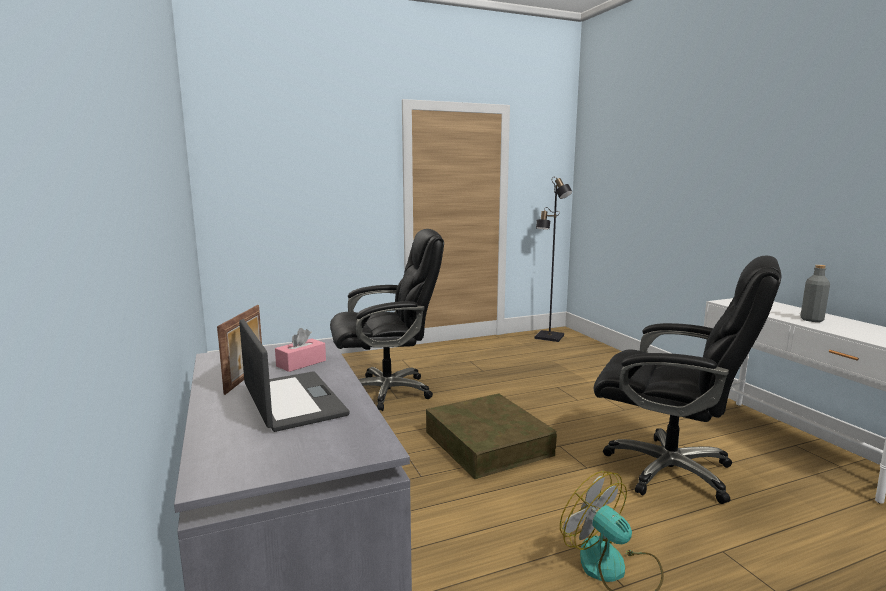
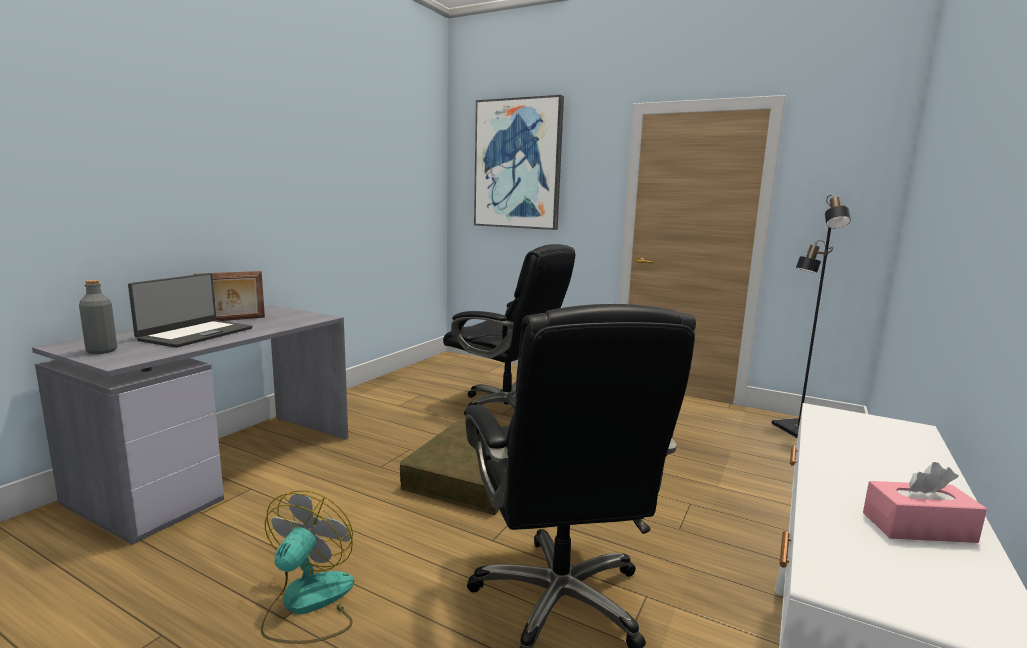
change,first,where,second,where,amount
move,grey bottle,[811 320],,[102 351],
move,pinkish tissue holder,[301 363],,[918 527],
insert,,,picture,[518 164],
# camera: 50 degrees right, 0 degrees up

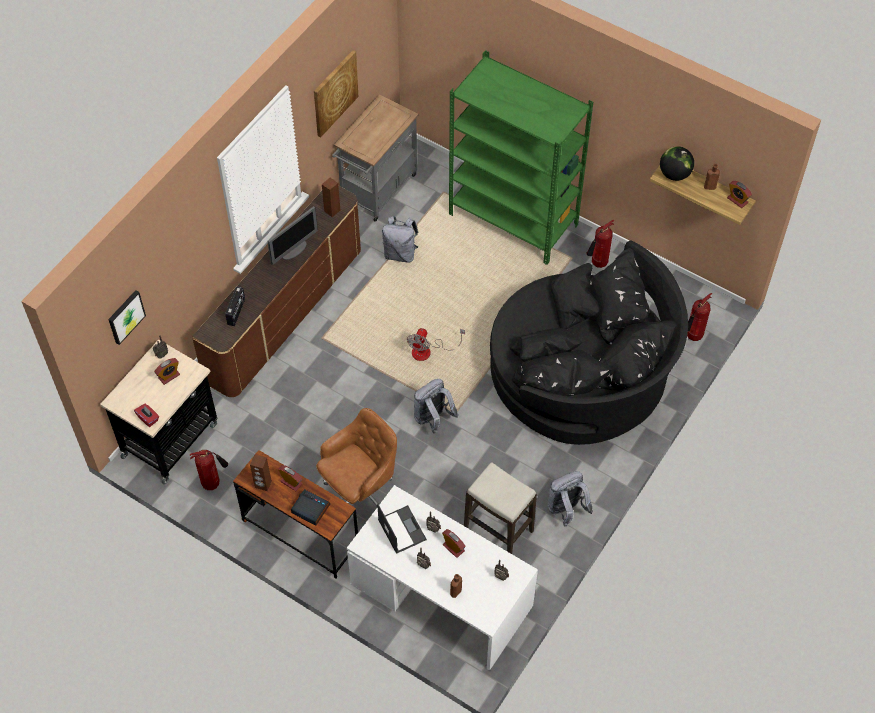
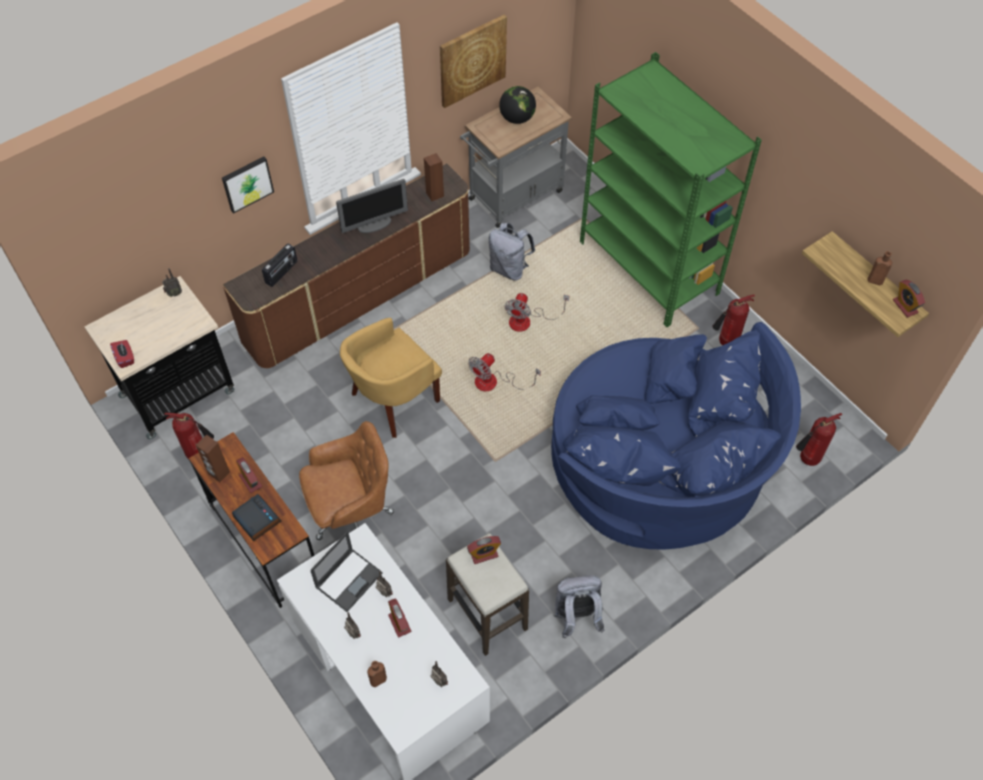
change,first,where,second,where,amount
move,desk globe,[674 174],,[517 118],
recolor,blackish couch,[582 369],blue couch,[661 457],
move,picture,[125 316],,[247 183],
move,alarm clock,[169 376],,[484 554],
delete,grey knapsack,[433 419],,,
rotate,notebook computer,[401 529],,[349 579],45 degrees clockwise
insert,,,fan,[527 321],
insert,,,yellowish easy chair,[393 400],
# camera: 20 degrees right, 0 degrees up

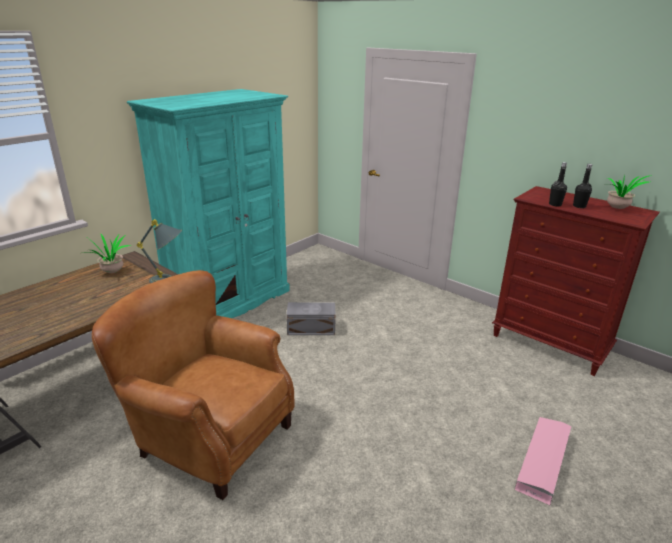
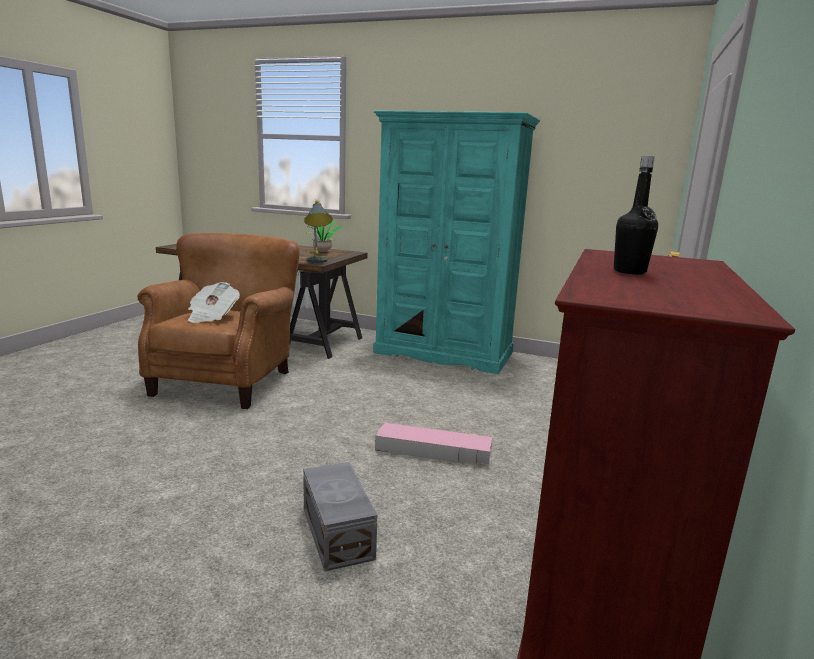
change,first,where,second,where,amount
delete,blackish bottle,[555 204],,,
delete,plant in a pot,[618 209],,,
move,grey storage box,[312 329],,[336 534],
move,pinkish storage box,[543 462],,[434 450],
insert,,,printed paper,[212 316],
# camera: 70 degrees right, 10 degrees down

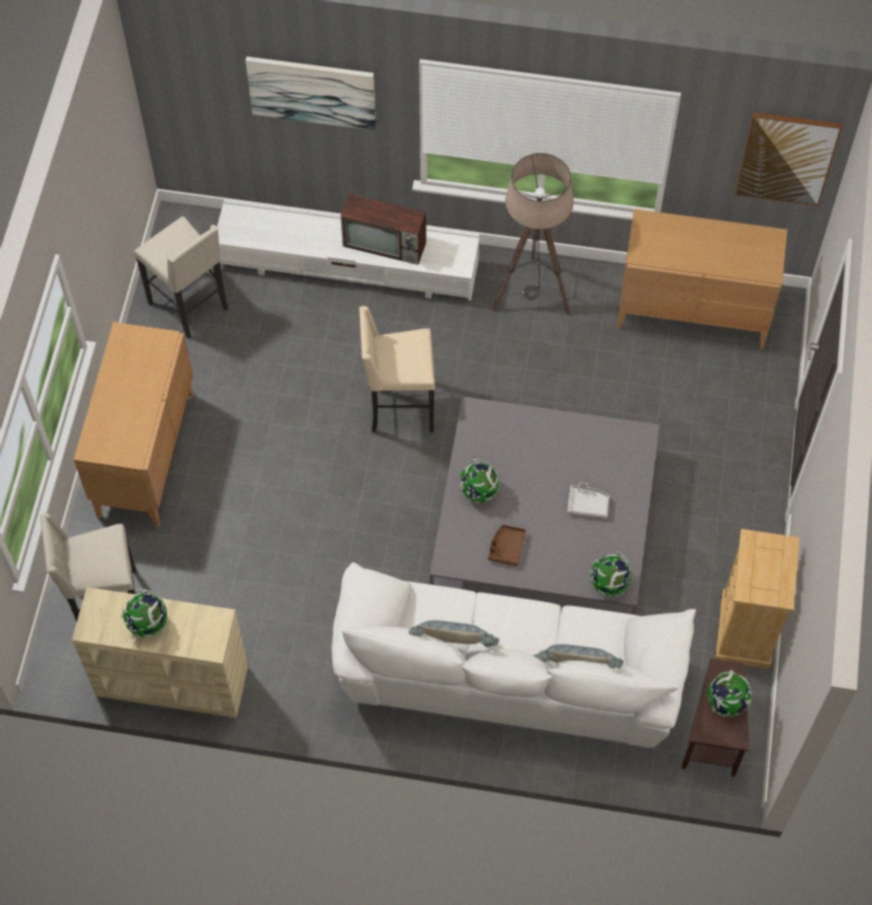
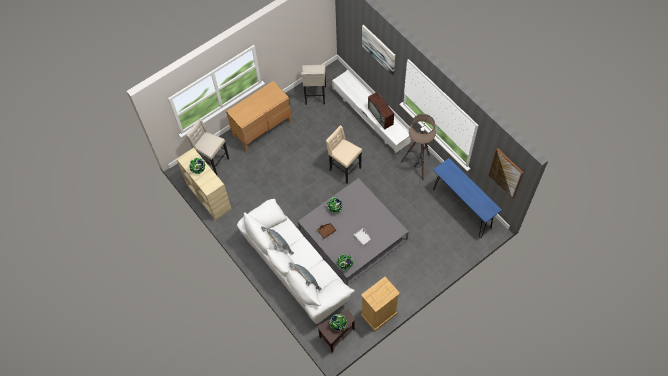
change,first,where,second,where,amount
replace,brownish cabinet,[693 314],blue console table,[461 209],
# camera: 45 degrees right, 0 degrees up

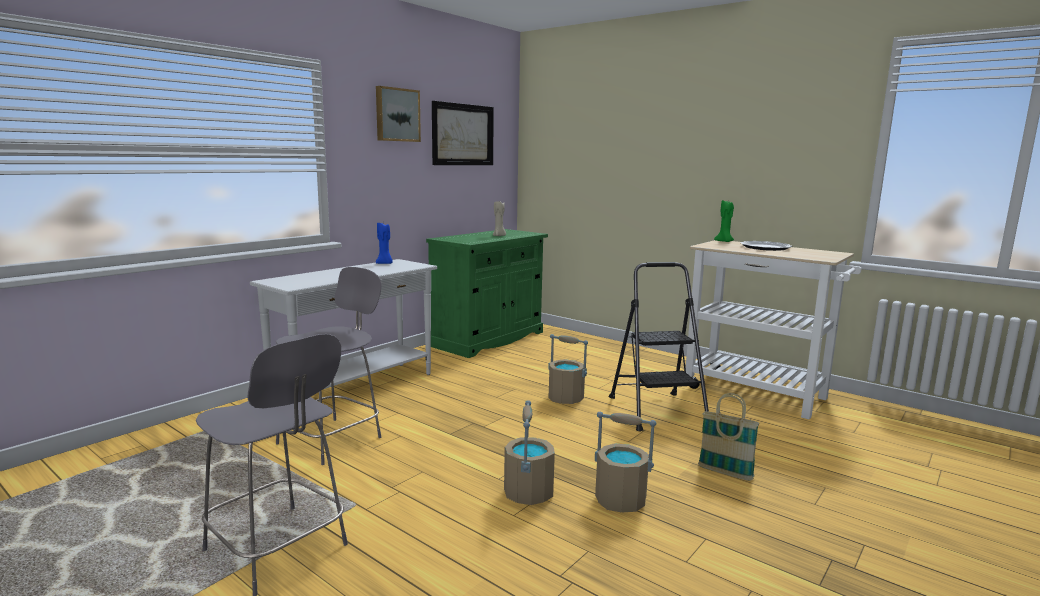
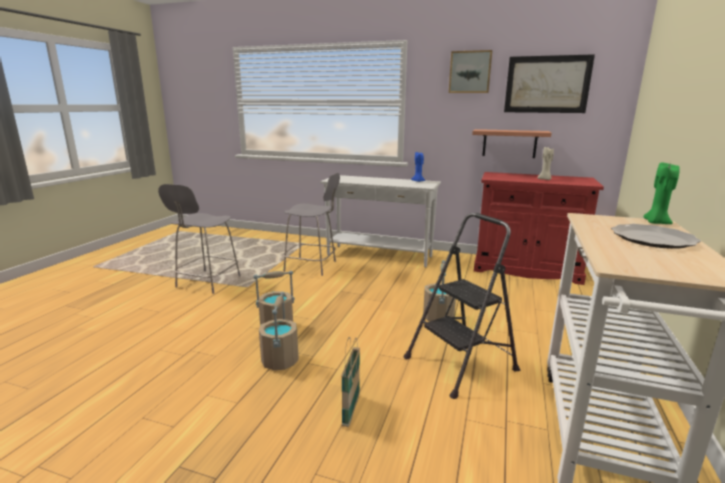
change,first,where,second,where,amount
recolor,green-coloured cabinet,[488 339],red-coloured cabinet,[526 269],
insert,,,bracket shelf,[509 143],
# camera: 70 degrees right, 5 degrees up

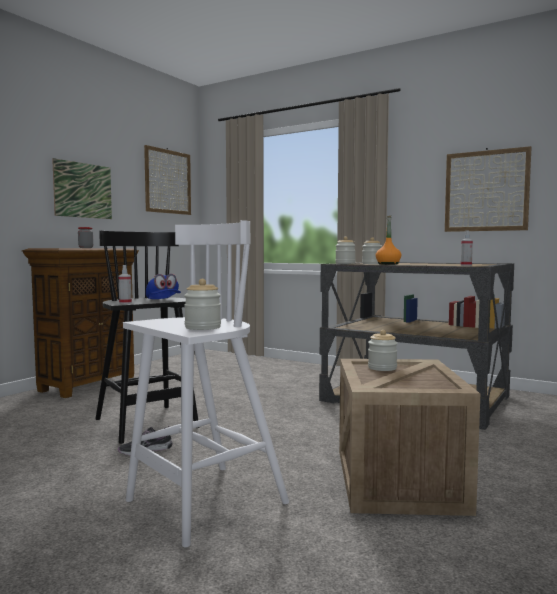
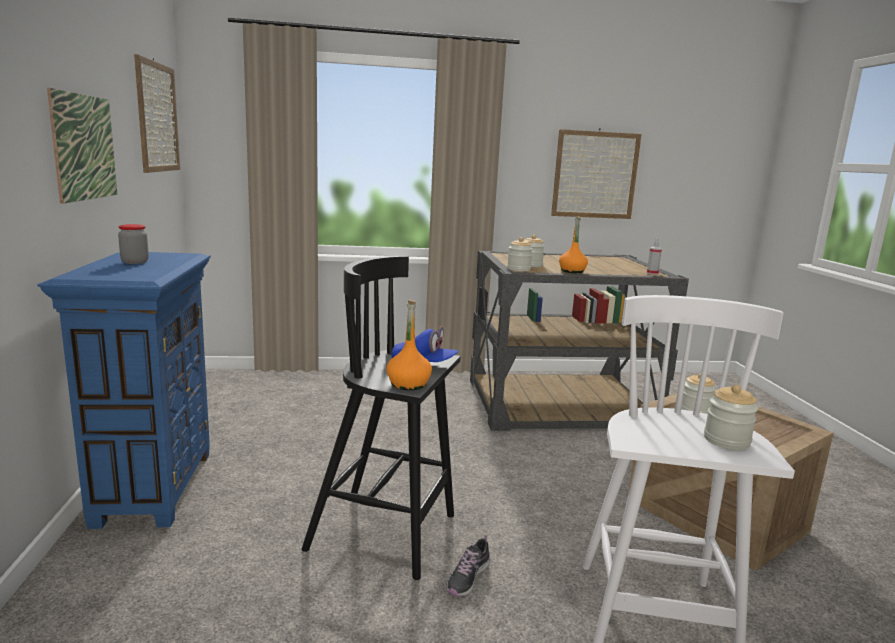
change,first,where,second,where,amount
recolor,brownish cabinet,[87 385],blue cabinet,[153 487],
replace,sprayer,[125 303],orange-coloured bottle,[408 384],
# camera: 40 degrees left, 10 degrees up

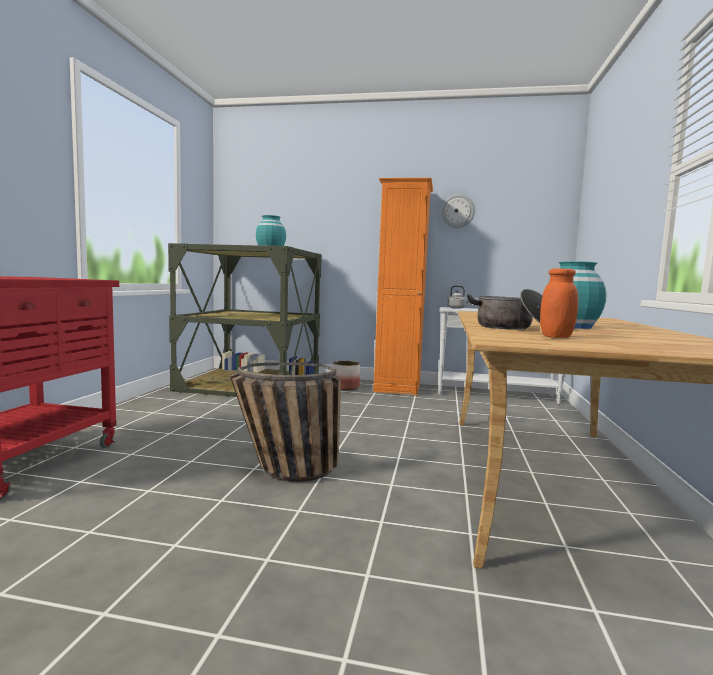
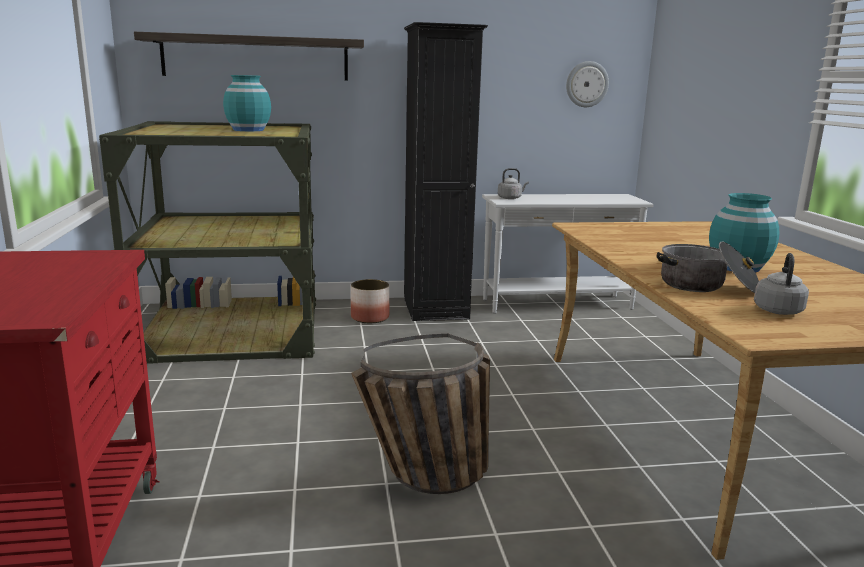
change,first,where,second,where,amount
recolor,orange-coloured cabinet,[398 388],blackish cabinet,[436 309],
move,hanging clock,[457 211],,[586 84],
replace,orange-coloured storage jar,[556 337],grey tea kettle,[778 310],
insert,,,bracket shelf,[256 58],
# camera: 20 degrees left, 10 degrees up

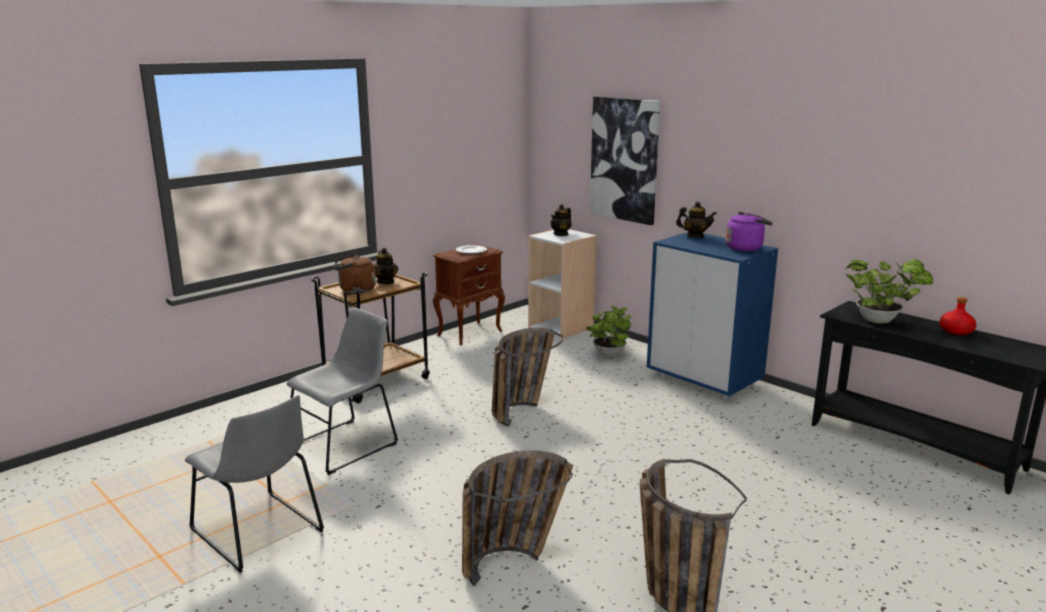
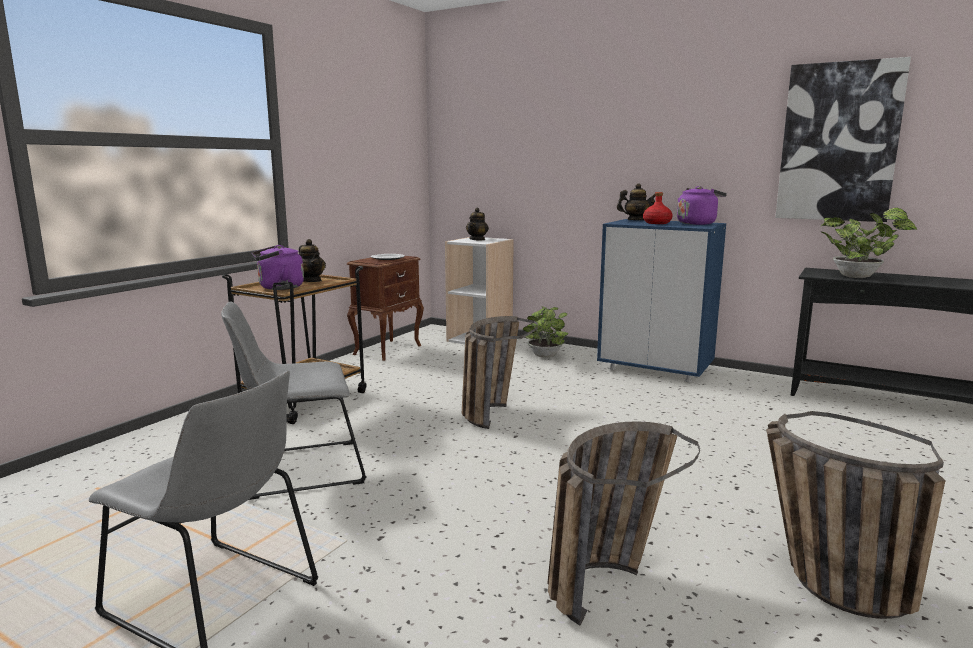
change,first,where,second,where,amount
move,picture,[624 159],,[838 142],
recolor,brownish tea kettle,[355 290],purple-coloured tea kettle,[278 288],
move,red-coloured bottle,[955 331],,[656 223],
rotate,grey plain chair,[345 444],,[297 469],135 degrees counterclockwise
# camera: 15 degrees left, 5 degrees down

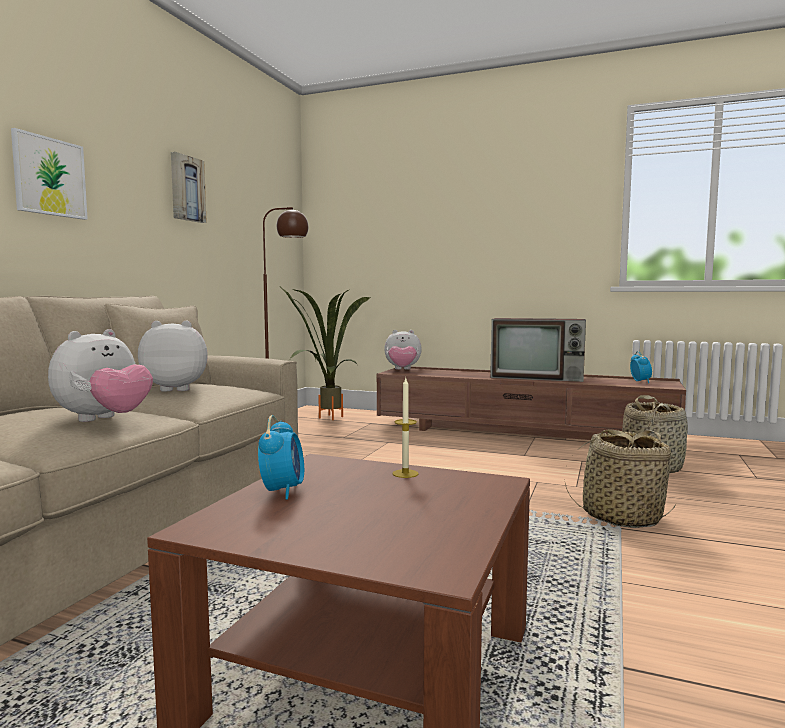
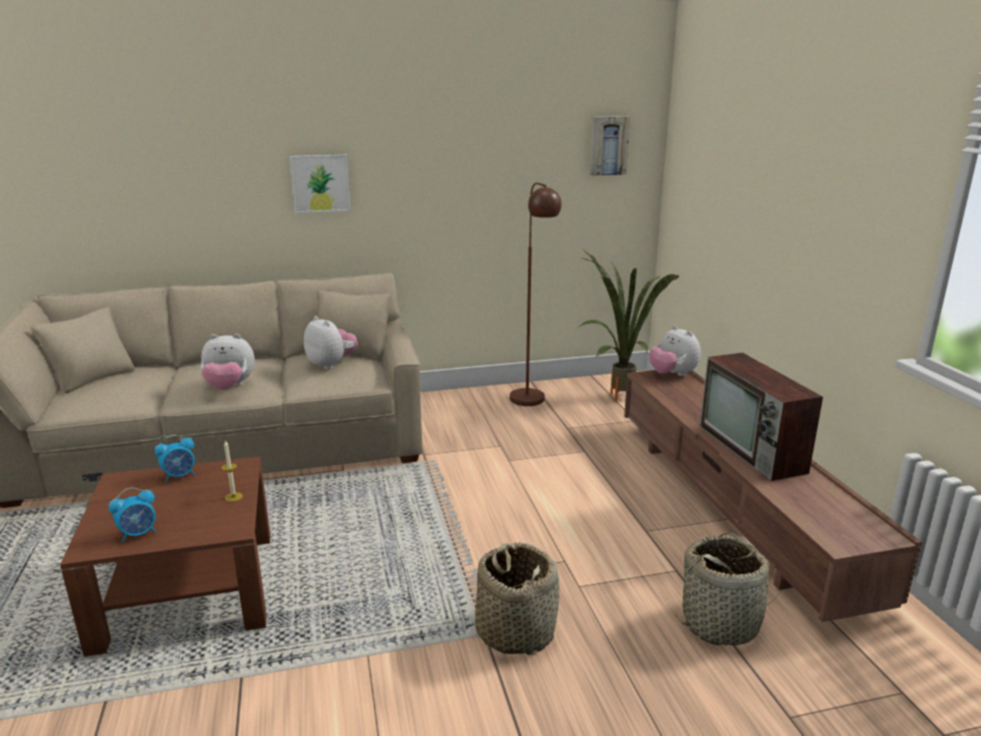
change,first,where,second,where,amount
move,picture,[186 189],,[608 145],
move,alarm clock,[640 381],,[139 534],
# camera: 55 degrees right, 15 degrees up

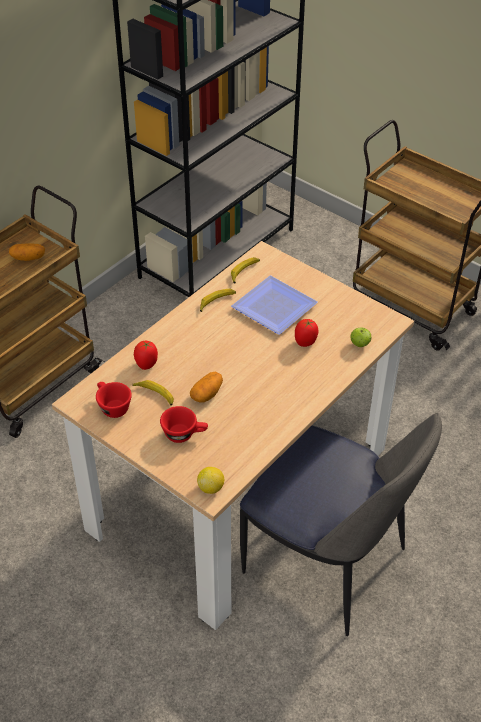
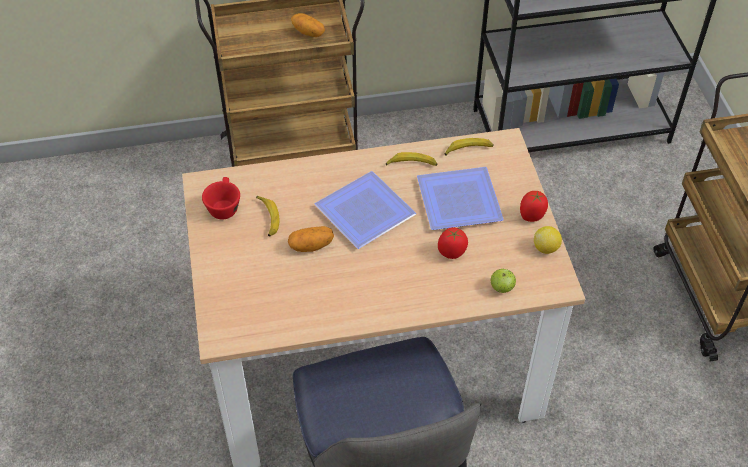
change,first,where,second,where,amount
move,tomato,[146 364],,[532 216],
delete,red-coloured cup,[184 434],,,
move,lemon,[211 487],,[546 248],
insert,,,plate,[365 209],
# camera: 40 degrees right, 5 degrees up

